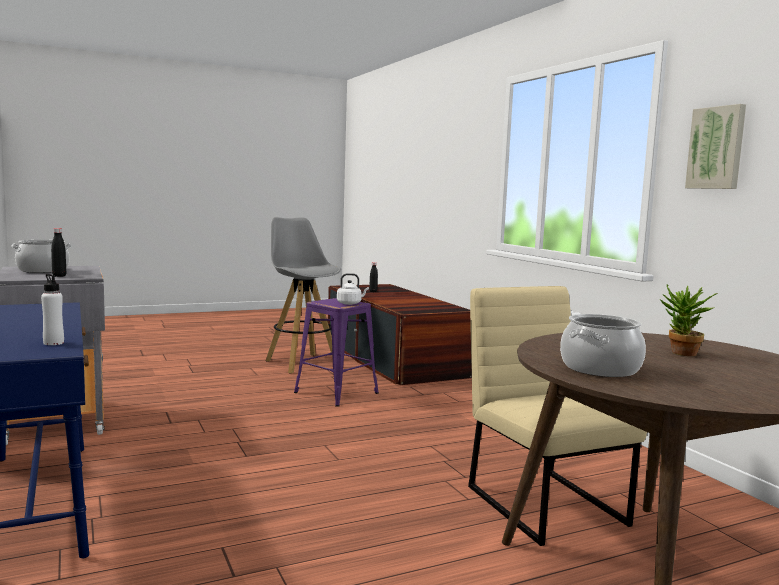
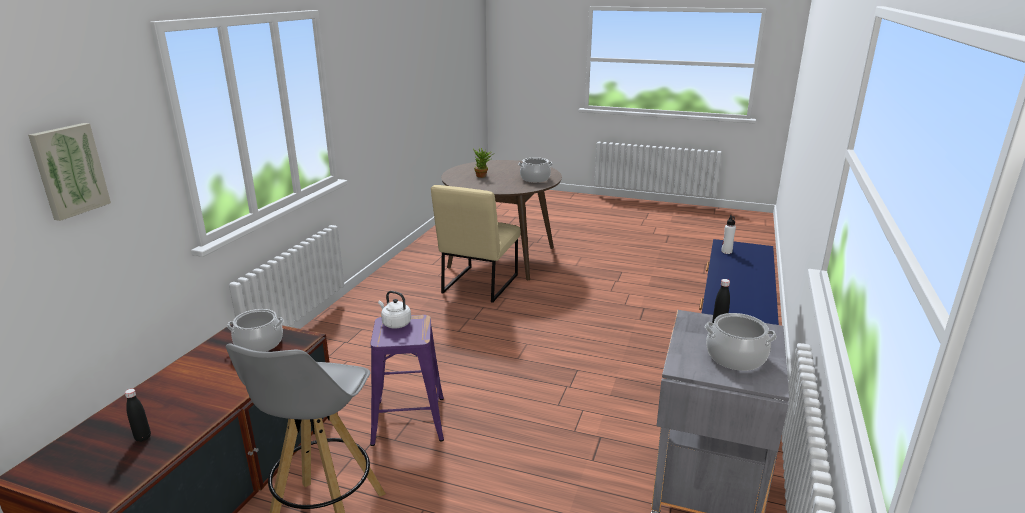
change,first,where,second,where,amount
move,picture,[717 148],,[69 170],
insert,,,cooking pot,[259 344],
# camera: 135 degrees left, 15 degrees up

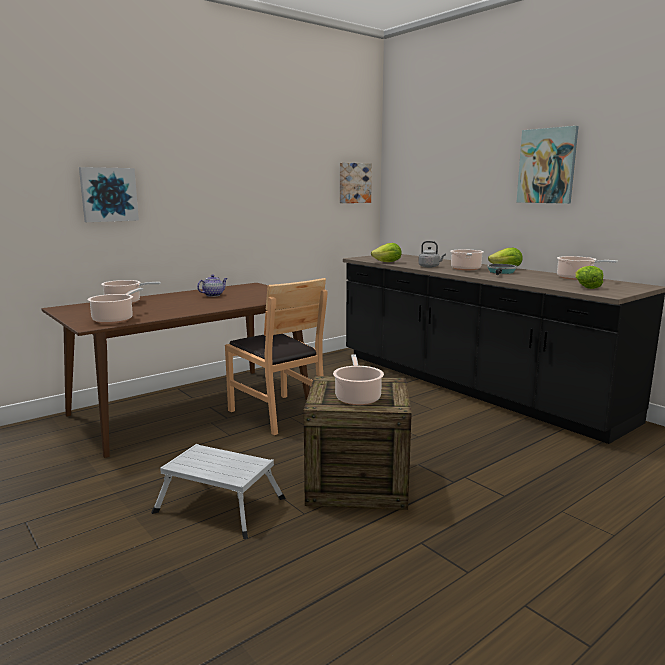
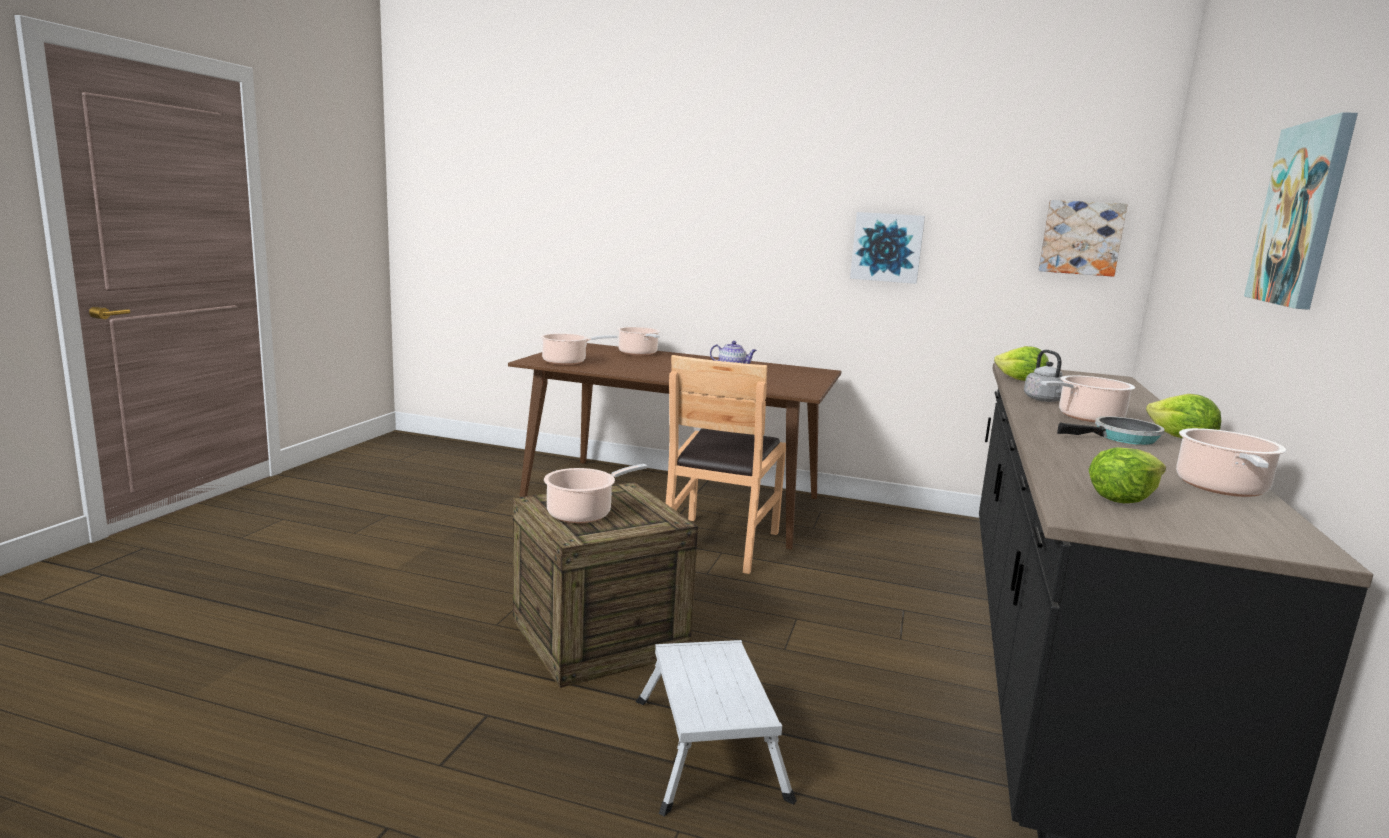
change,first,where,second,where,amount
move,picture,[108 194],,[887 247],
move,whitish stepladder,[220 505],,[709 748],
# camera: 55 degrees right, 0 degrees up

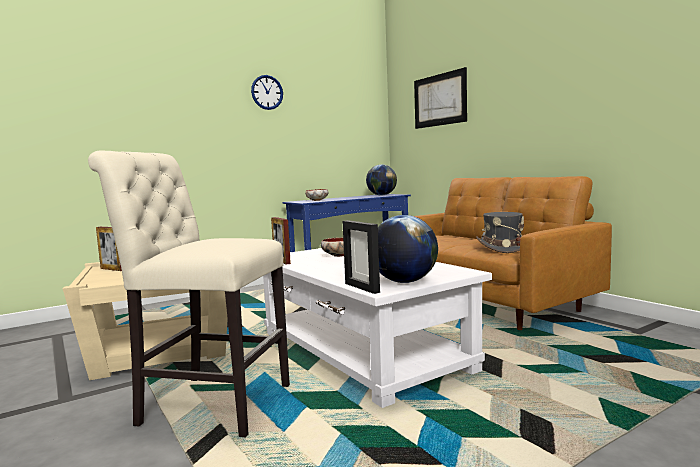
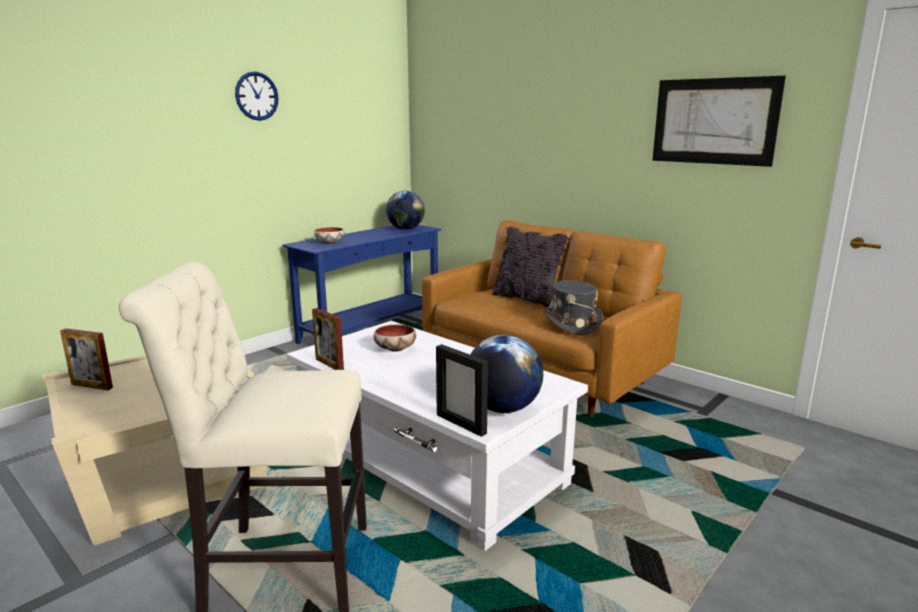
change,first,where,second,where,amount
move,picture,[439 100],,[714 121],
insert,,,blackish cushion,[527 299],
# camera: 15 degrees left, 10 degrees up

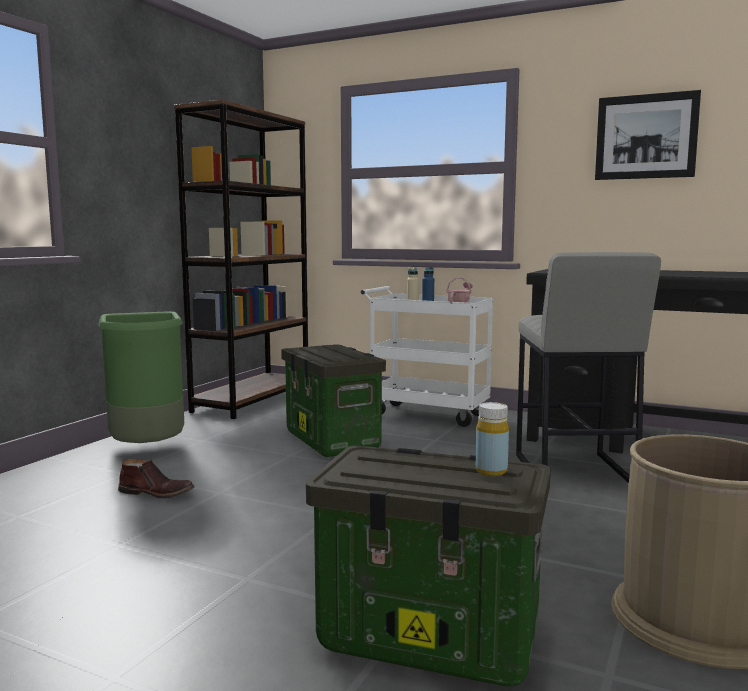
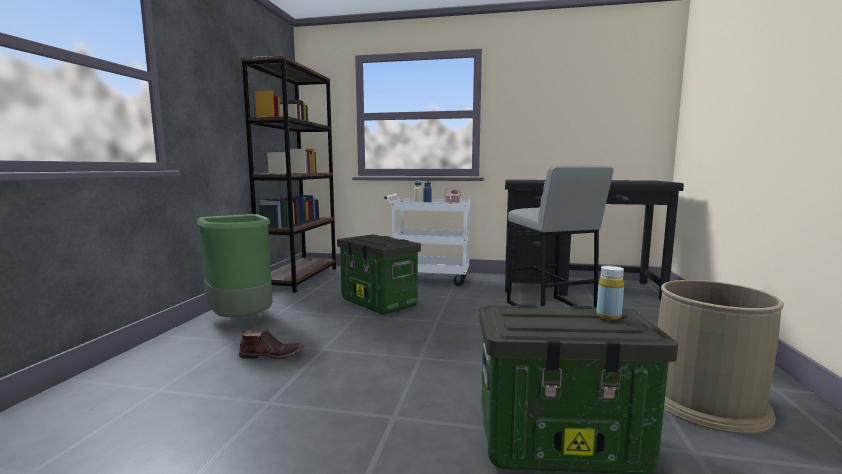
change,first,where,second,where,amount
delete,picture,[646 136],,,
# camera: 15 degrees left, 0 degrees up

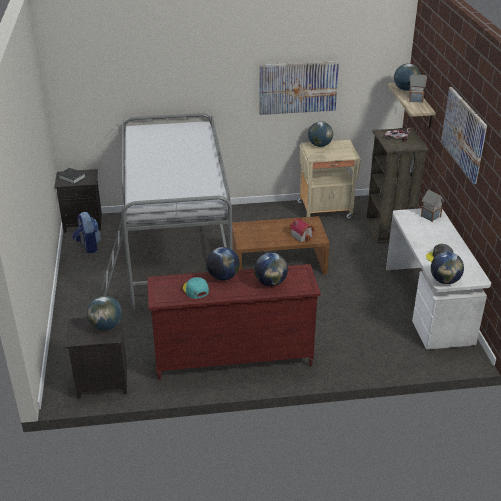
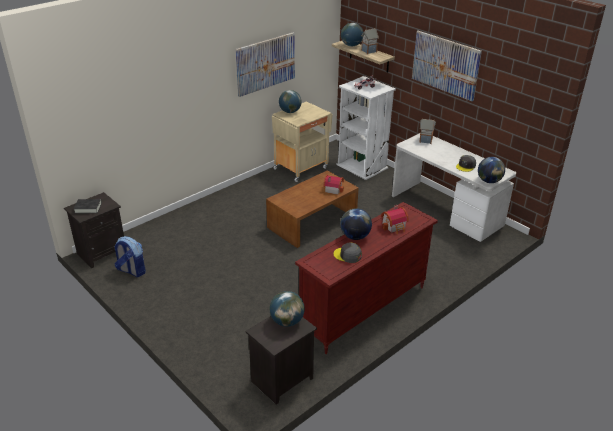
change,first,where,second,where,amount
delete,grey sleeping bed,[176 254],,,
recolor,brownish bookcase,[389 229],whitish bookcase,[362 166],
replace,desk globe,[270 283],miniature house,[395 226],
recolor,blue-green peaked cap,[195 290],grey peaked cap,[347 255],
# camera: 35 degrees left, 0 degrees up

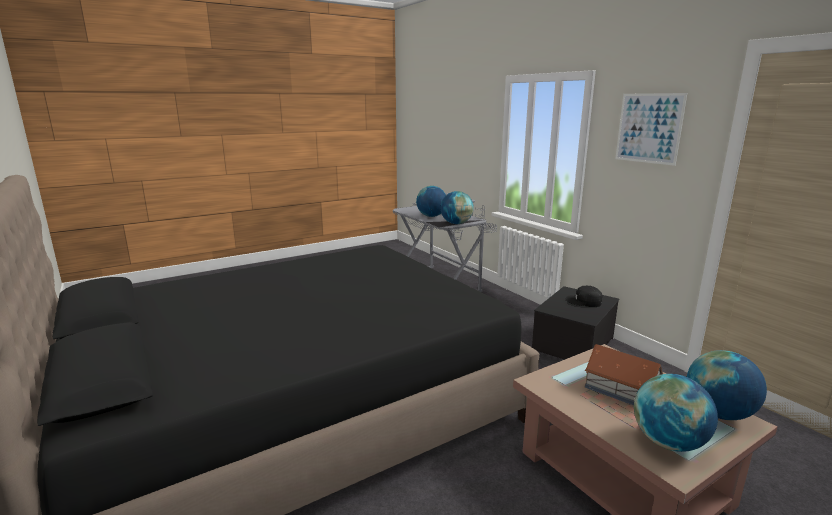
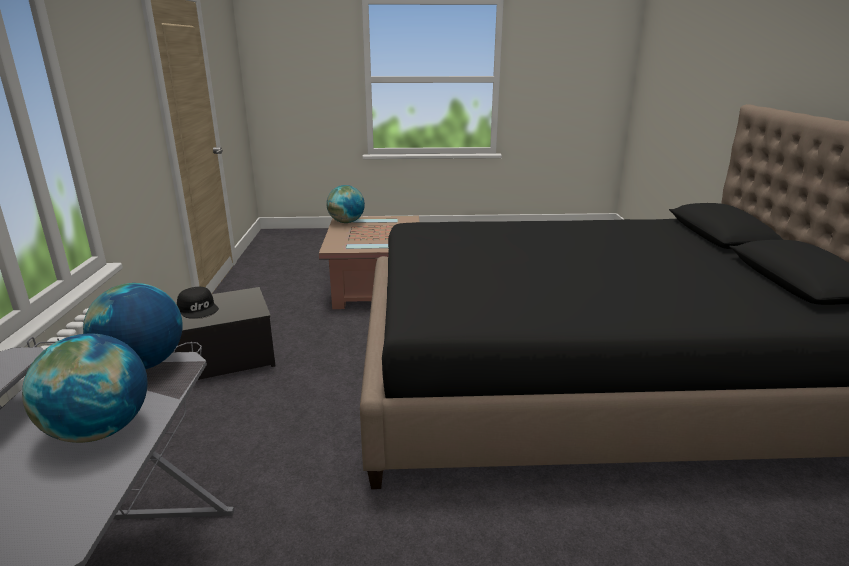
change,first,where,second,where,amount
delete,picture,[648 128],,,
delete,miniature house,[620 389],,,
delete,desk globe,[668 442],,,
# camera: 150 degrees left, 5 degrees up

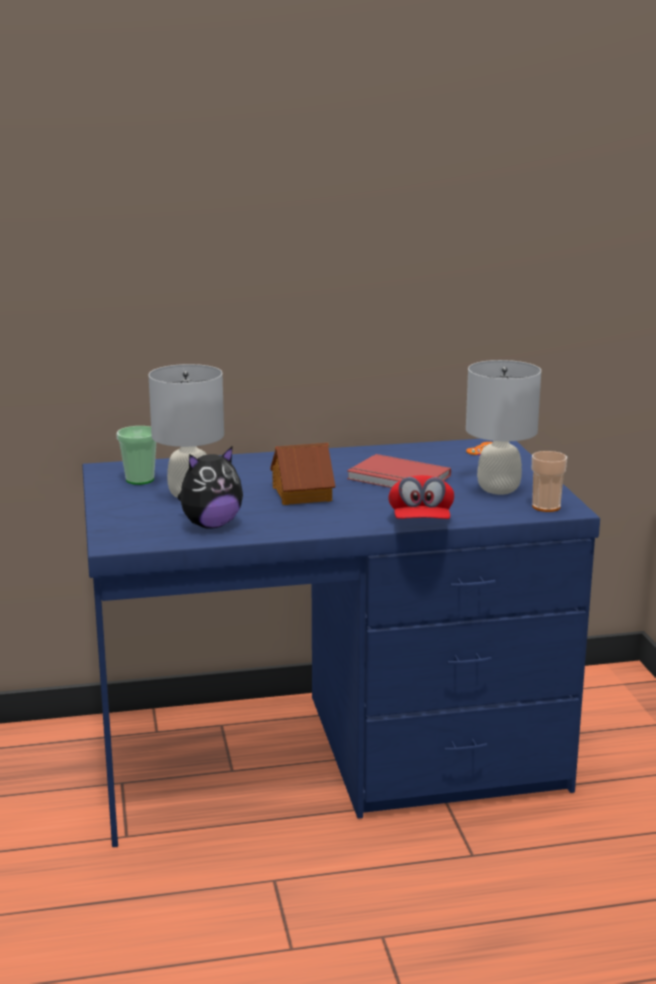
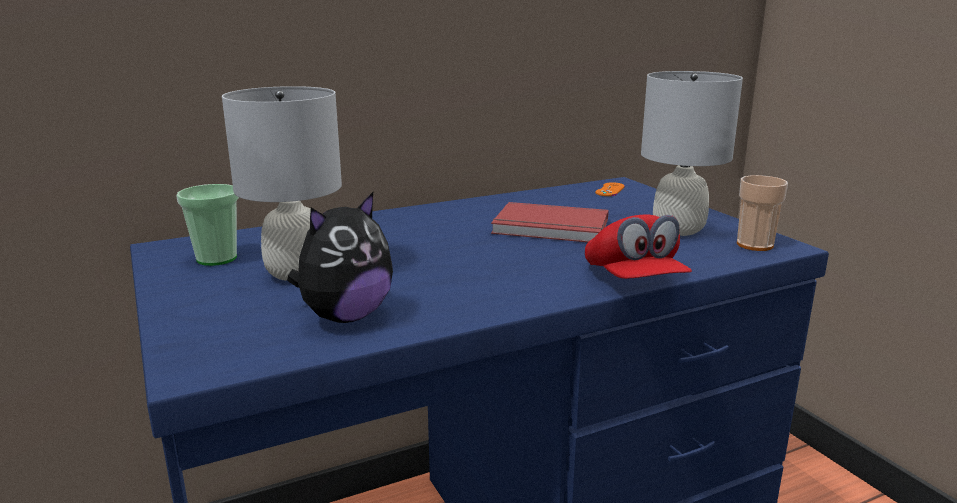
change,first,where,second,where,amount
delete,miniature house,[301 494],,,
# camera: 15 degrees left, 0 degrees up

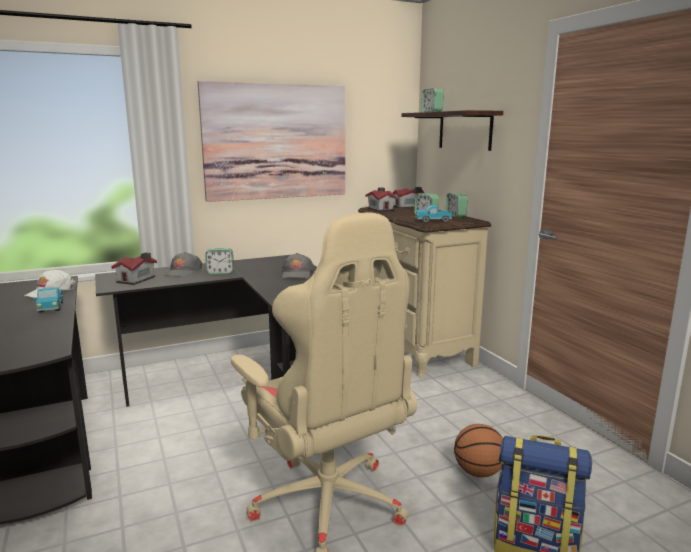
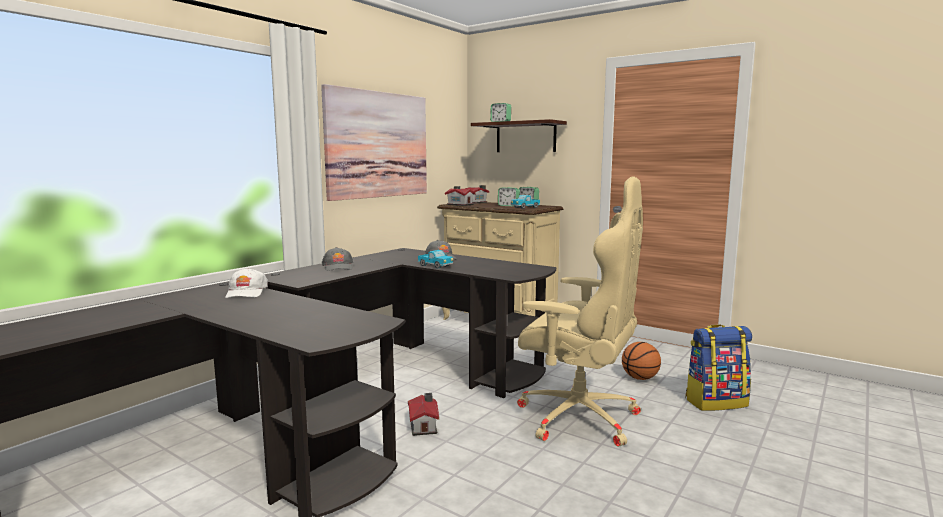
change,first,where,second,where,amount
delete,alarm clock,[220 272],,,
move,miniature house,[137 279],,[424 425],
move,toy lorry,[51 308],,[435 266],
# camera: 30 degrees left, 5 degrees down

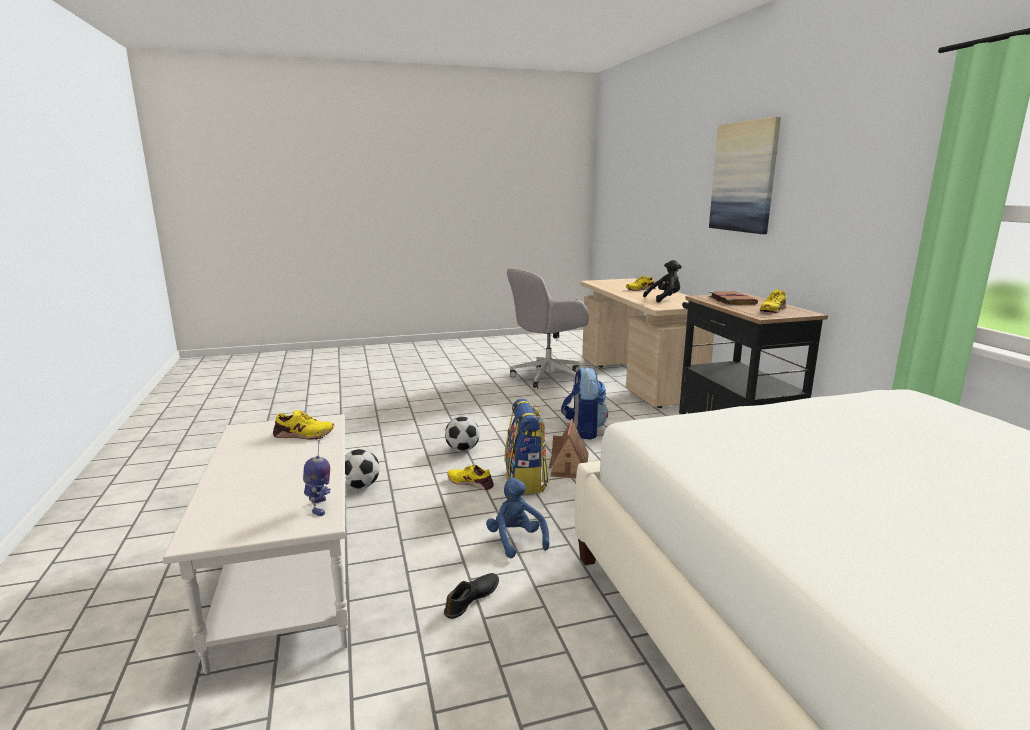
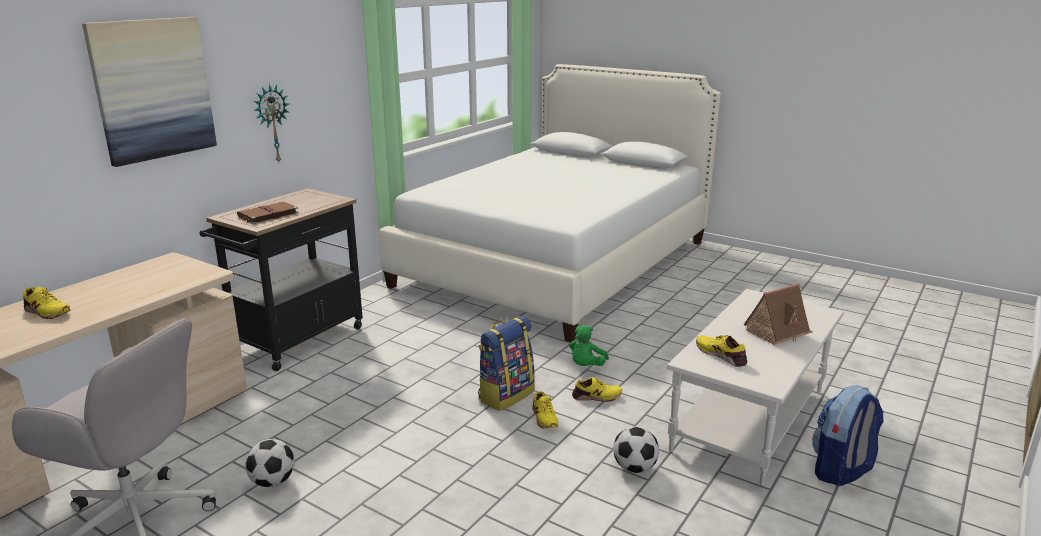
change,first,where,second,where,amount
delete,blackish cuddly toy,[664 299],,,
move,yellowish item of footwear,[772 309],,[596 396],
move,knapsack,[583 430],,[841 470],
move,football ball,[462 449],,[272 482],
move,miniature house,[568 466],,[778 331],
delete,toy robot,[320 507],,,
recolor,blue cuddly toy,[516 540],green-coloured cuddly toy,[586 366],
delete,blackish item of footwear,[472 599],,,
insert,,,hanging clock,[272 124],
# camera: 130 degrees left, 5 degrees up

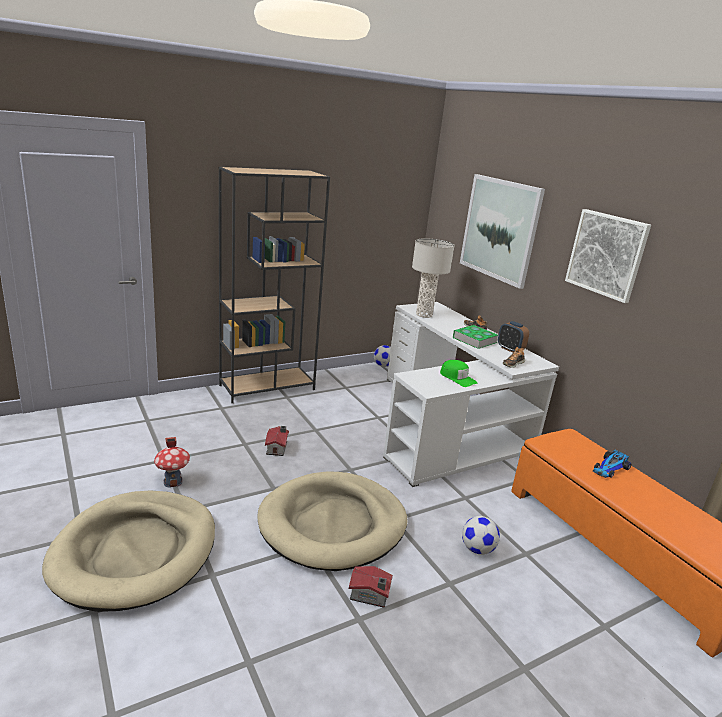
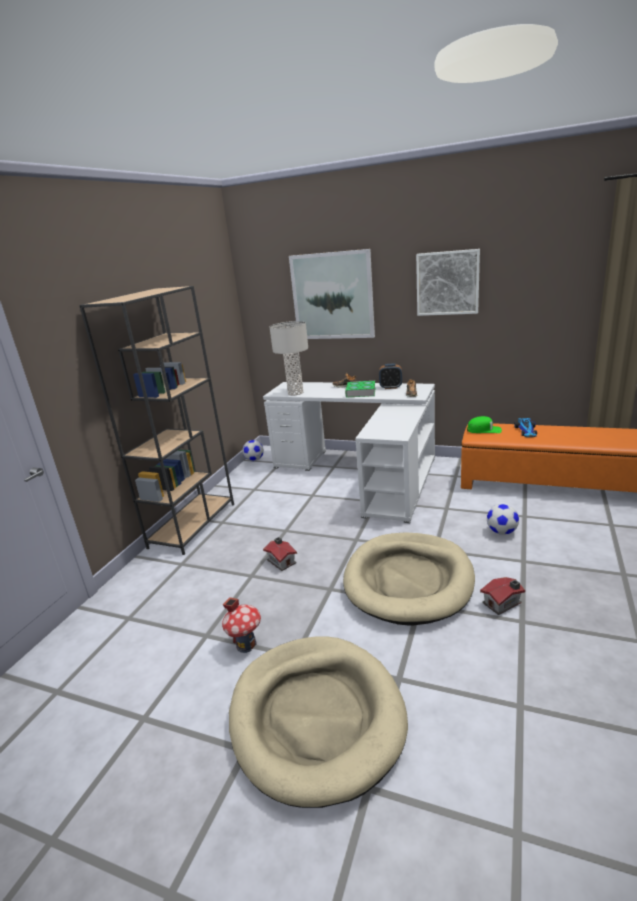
change,first,where,second,where,amount
move,green-coloured peaked cap,[457 378],,[484 430],
# camera: 35 degrees left, 0 degrees up

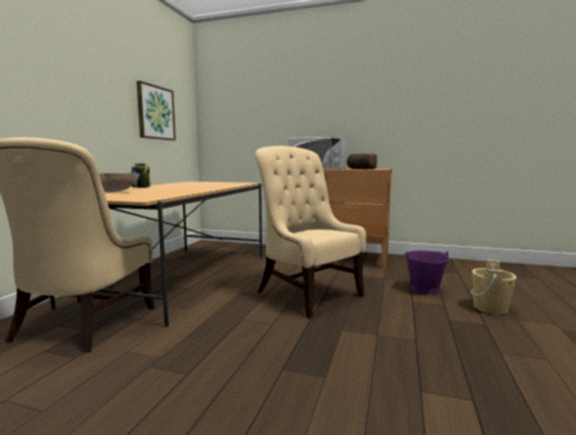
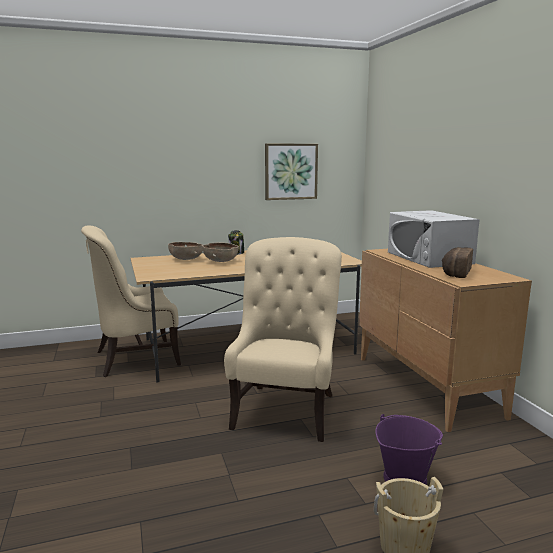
change,first,where,second,where,amount
insert,,,brownish serving bowl,[220 261],
# camera: 55 degrees right, 5 degrees up

